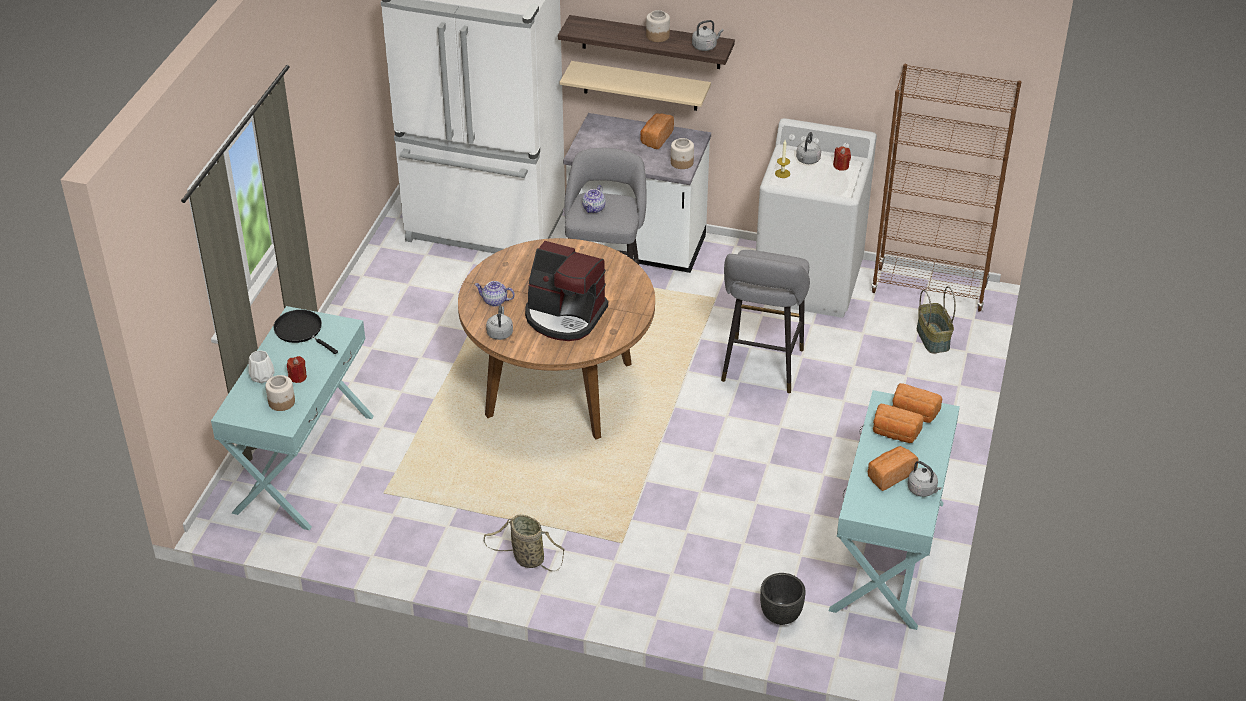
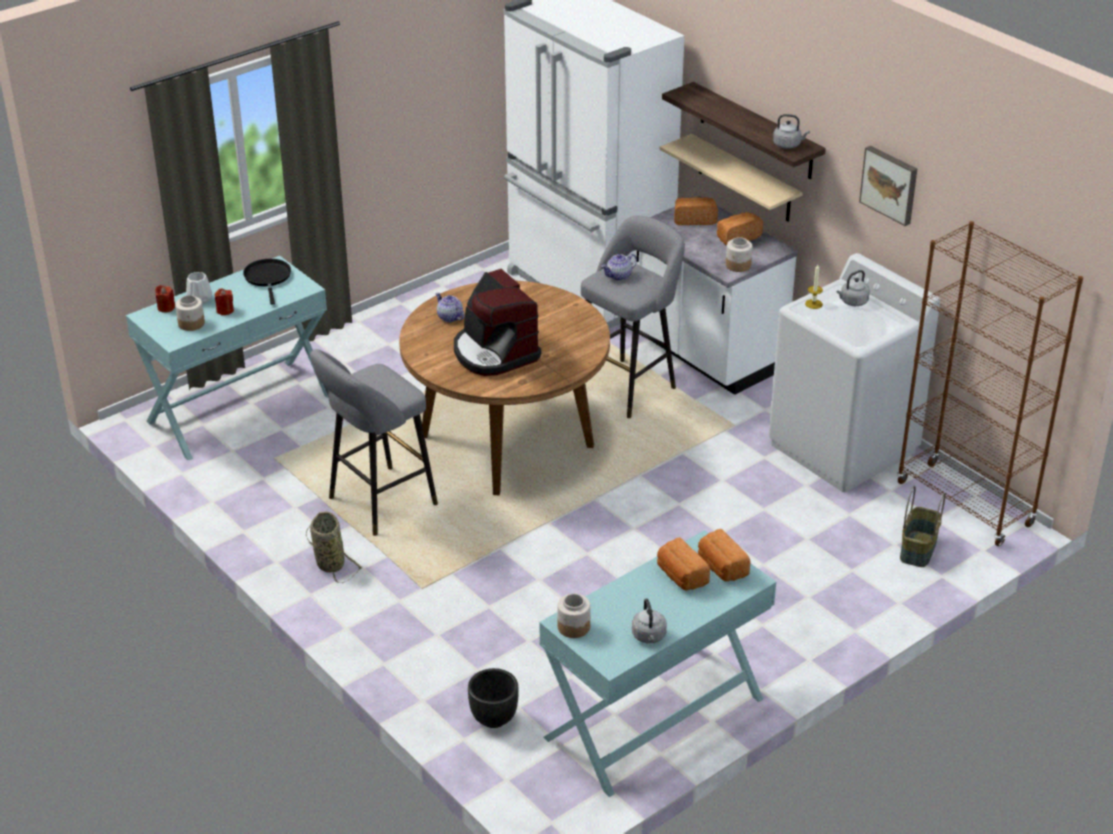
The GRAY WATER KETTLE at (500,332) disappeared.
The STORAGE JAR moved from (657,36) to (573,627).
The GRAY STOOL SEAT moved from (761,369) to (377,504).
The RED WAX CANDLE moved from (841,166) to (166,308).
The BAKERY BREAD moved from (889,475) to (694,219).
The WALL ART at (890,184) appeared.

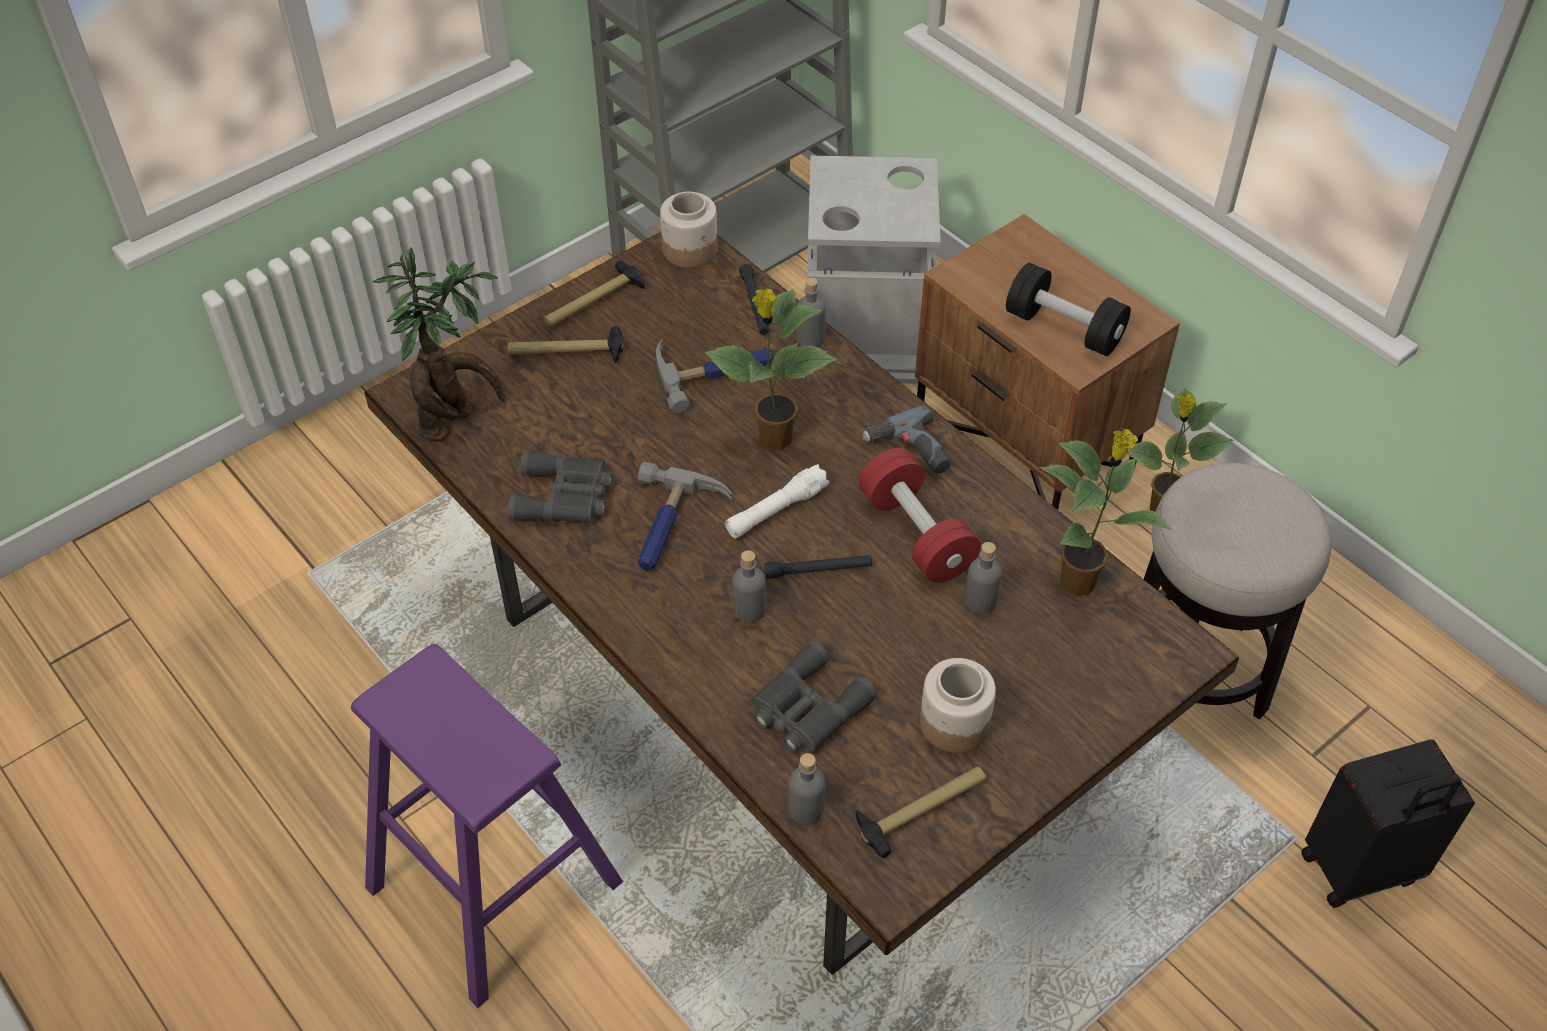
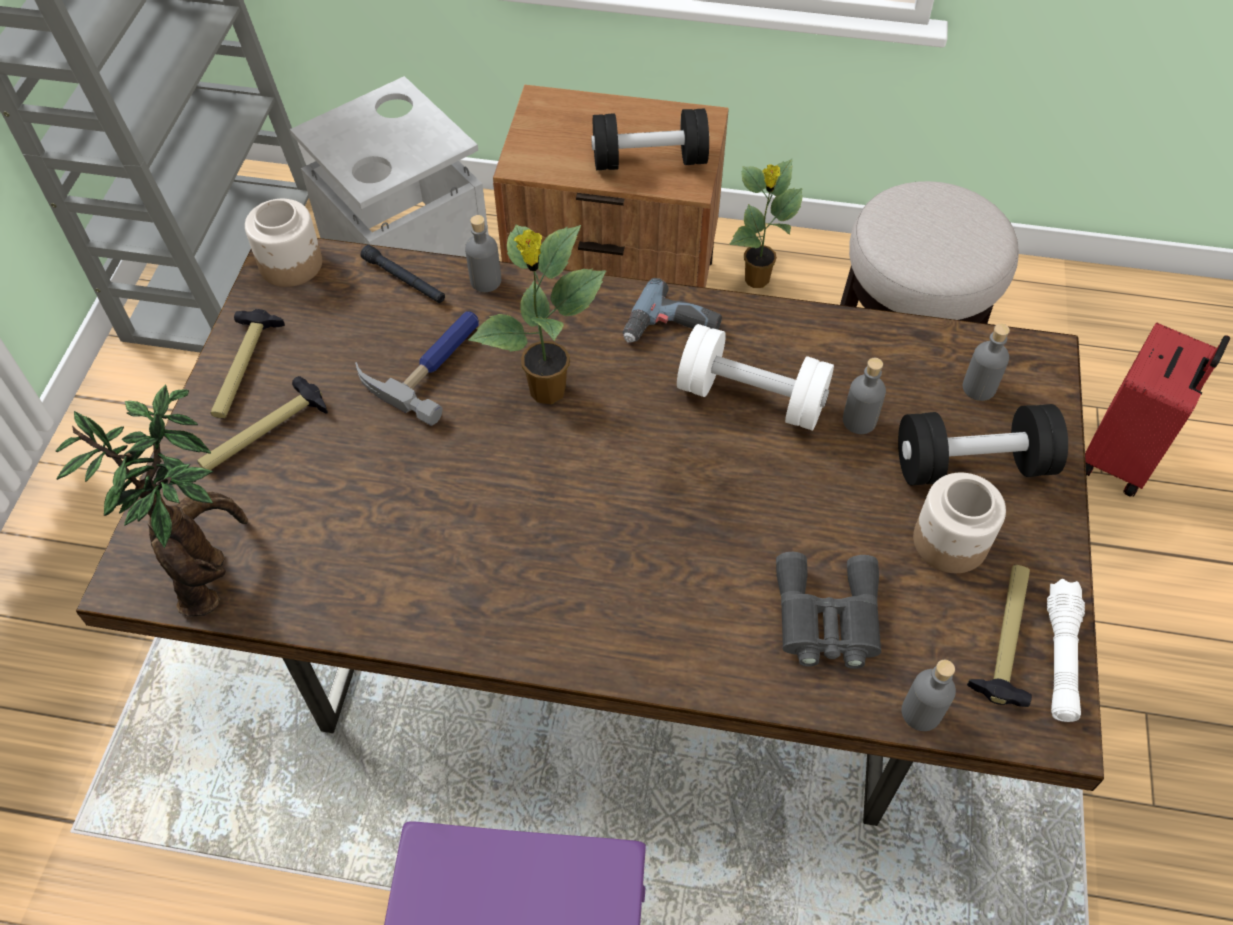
The GRAY FIELD GLASSES at (565,497) disappeared.
The HAND HAMMER at (671,526) disappeared.
The WHITE-COLOURED TORCH moved from (776,510) to (1060,657).
The GRAY DRINK BOTTLE moved from (749,609) to (978,388).
The BLACK TORCH at (818,570) disappeared.
The RED HAND WEIGHT at (916,534) became the WHITE-COLOURED HAND WEIGHT at (751,397).
The HOUSEPLANT at (1080,581) disappeared.
The BLACK SUITCASE at (1360,871) became the RED SUITCASE at (1122,457).
The BLACK HAND WEIGHT at (972,464) appeared.

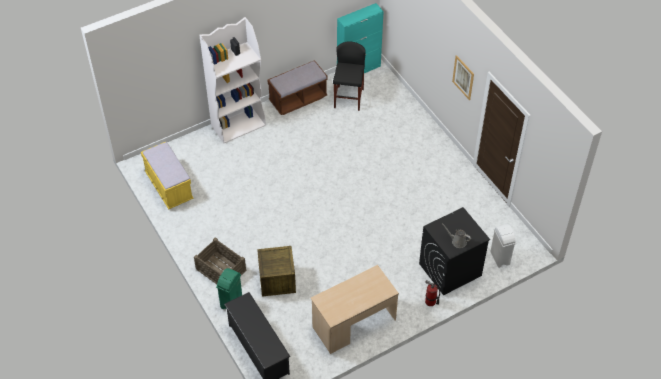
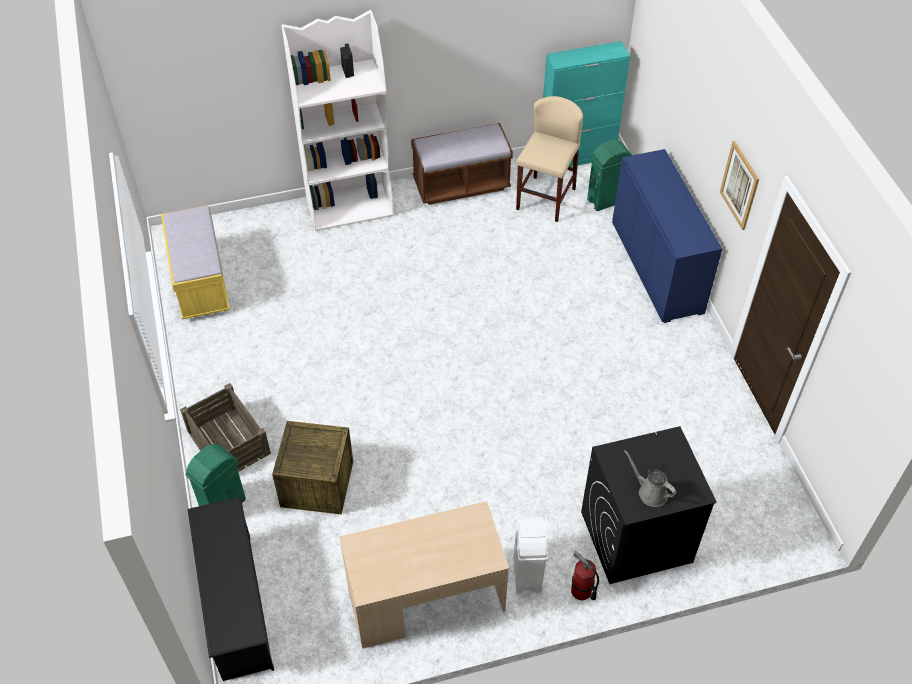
The BLACK STOOL SEAT at (348,98) became the BEIGE-COLOURED STOOL SEAT at (545,199).
The WHITE-COLOURED RUBBISH BIN moved from (500,258) to (527,575).
The GREEN RUBBISH BIN at (606,201) appeared.
The BLUE CABINET at (656,267) appeared.

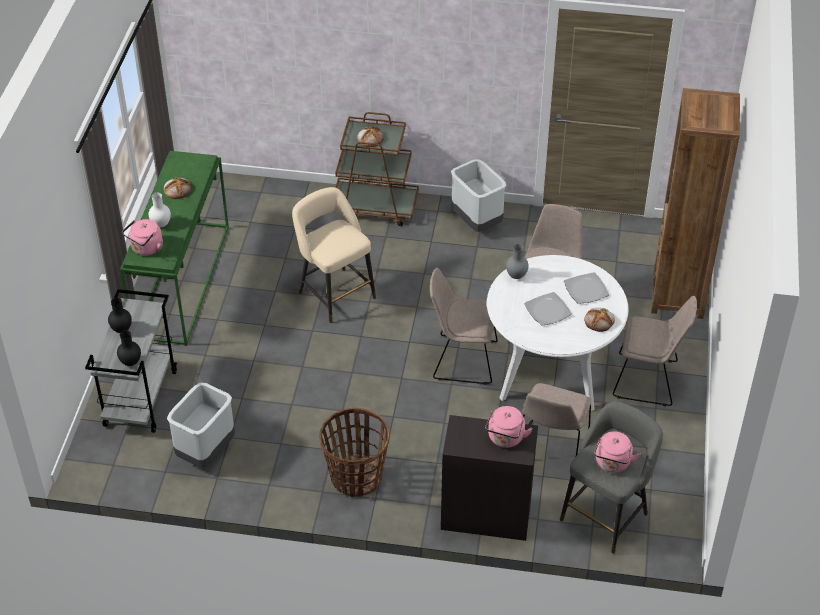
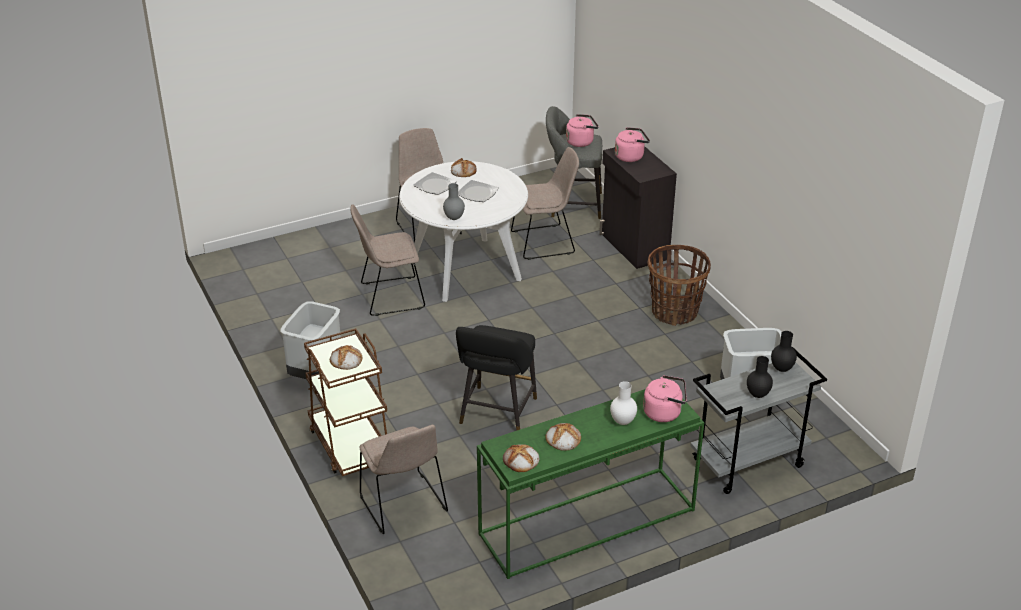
The BEIGE-COLOURED STOOL SEAT at (334,293) became the BLACK STOOL SEAT at (496,414).
The BEIGE-COLOURED UPRIGHT CHAIR moved from (462,359) to (404,505).
The BROWN SHELVING UNIT at (678,294) disappeared.
The BAKERY BREAD at (521,461) appeared.

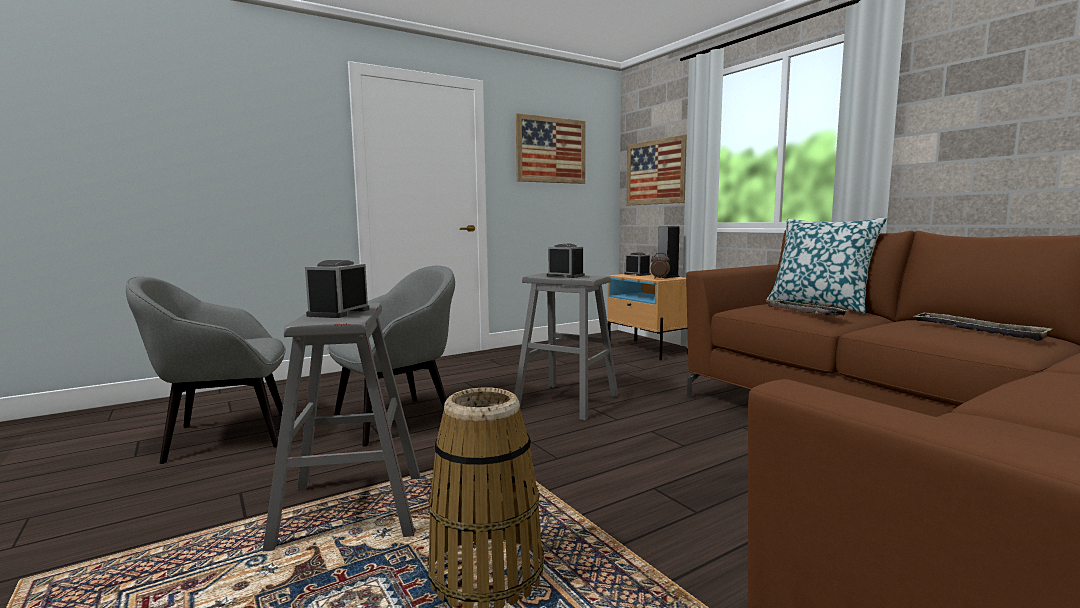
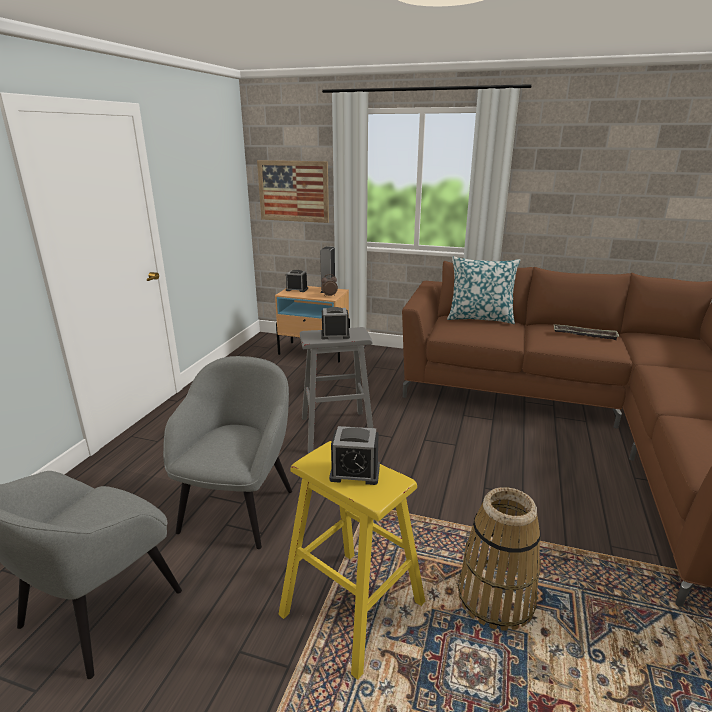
The GRAY STOOL SEAT at (351,509) became the YELLOWISH STOOL SEAT at (352,608).
The ALARM CLOCK at (339,312) turned 60 degrees counterclockwise.
The WALL ART at (551,150) disappeared.
The SERVING TRAY at (803,312) disappeared.

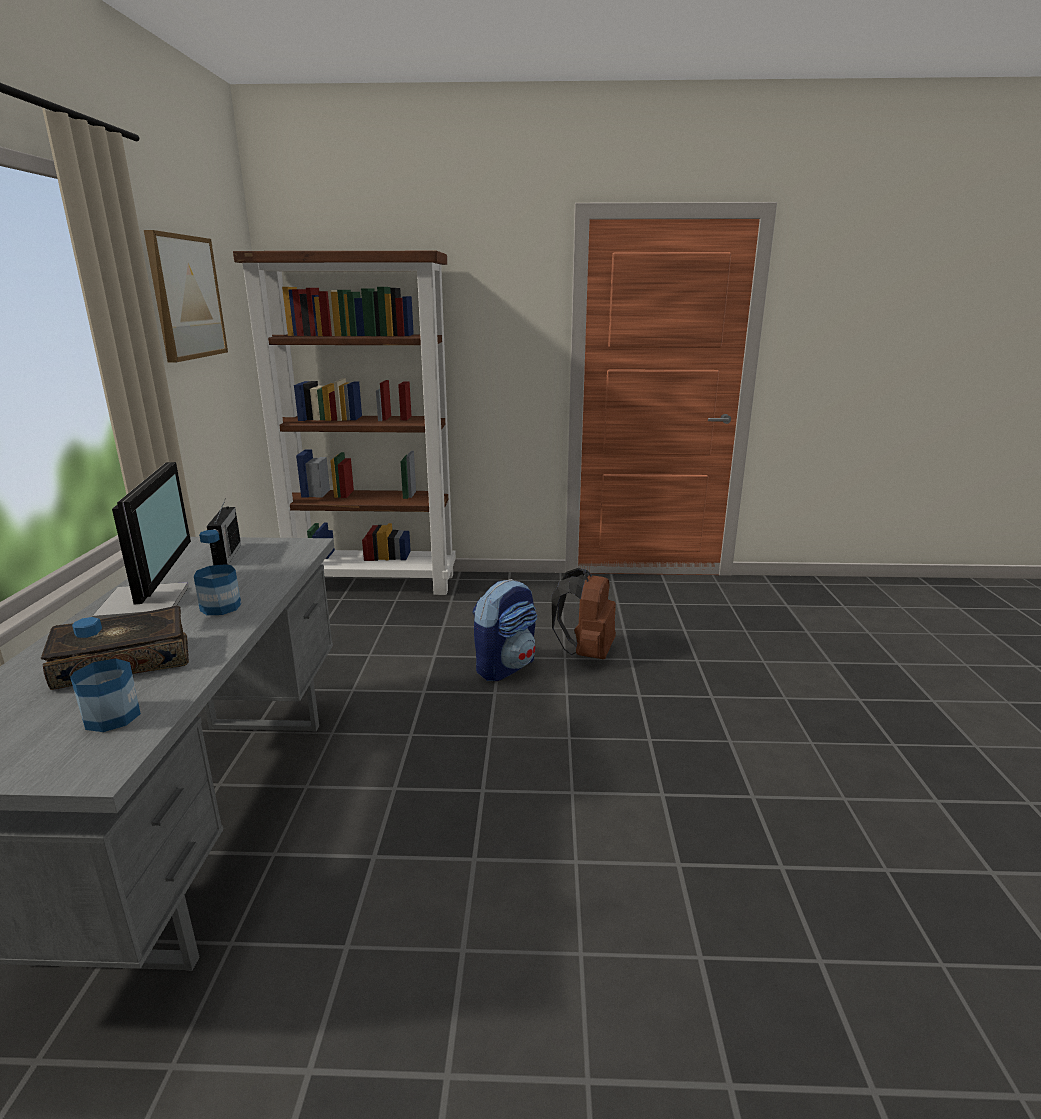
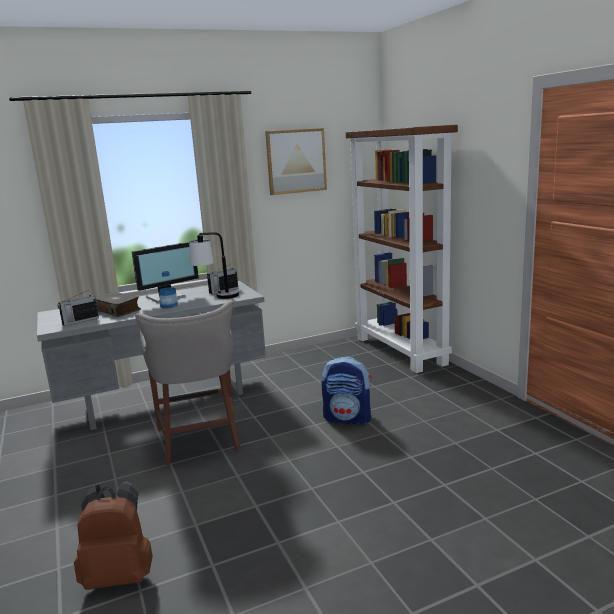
The DRINK BOTTLE at (112,716) was replaced by the RADIO SET at (80,321).
The BROWN BACKPACK moved from (586,652) to (120,575).
The GRAY STOOL SEAT at (200,440) appeared.
The TABLETOP LAMP at (217,297) appeared.

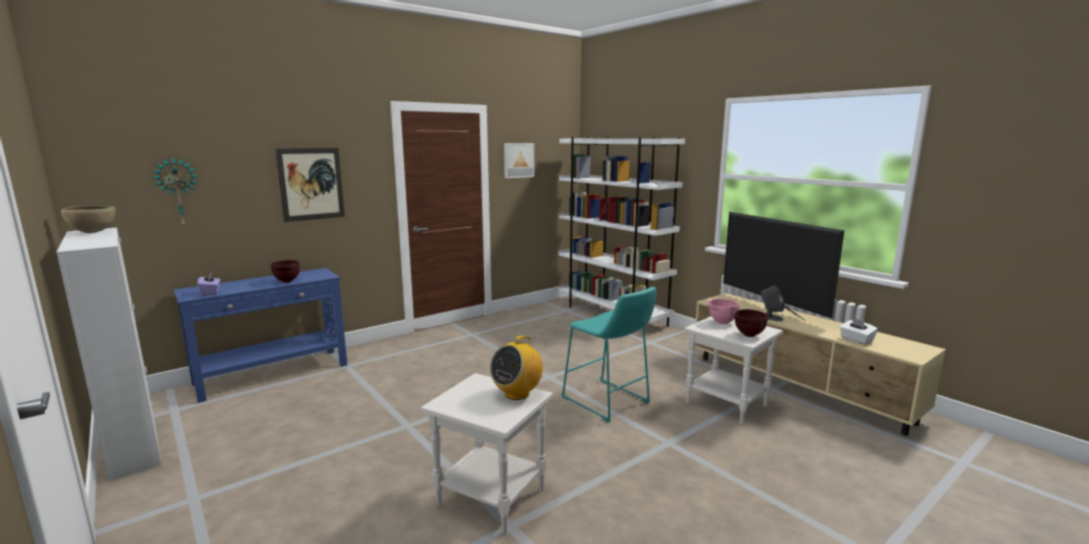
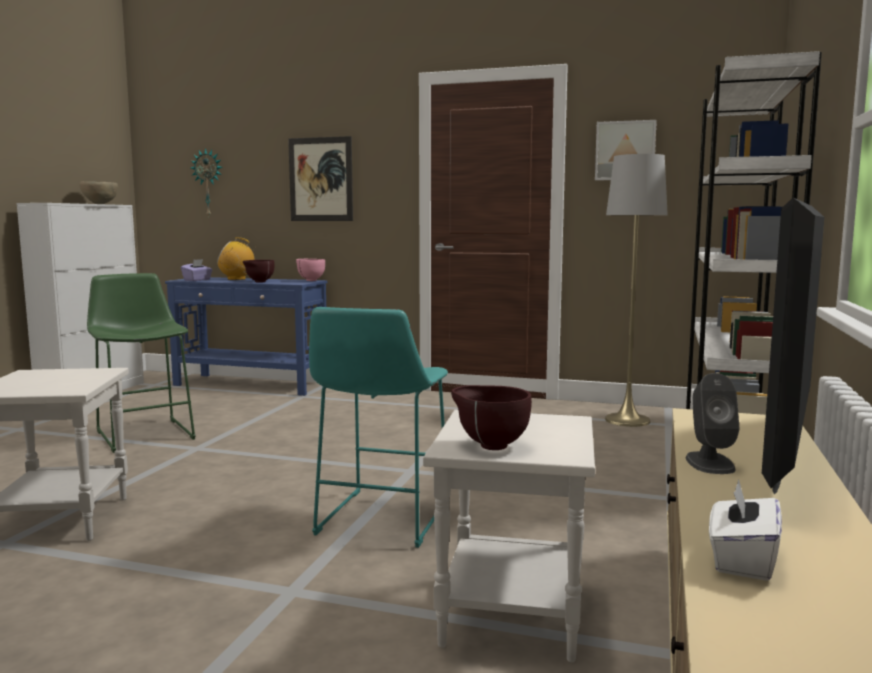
The RADIO SET moved from (517,393) to (237,279).
The PINK SERVING BOWL moved from (721,323) to (310,280).
The GREEN STOOL SEAT at (144,433) appeared.
The GRAY STANDARD LAMP at (627,420) appeared.

